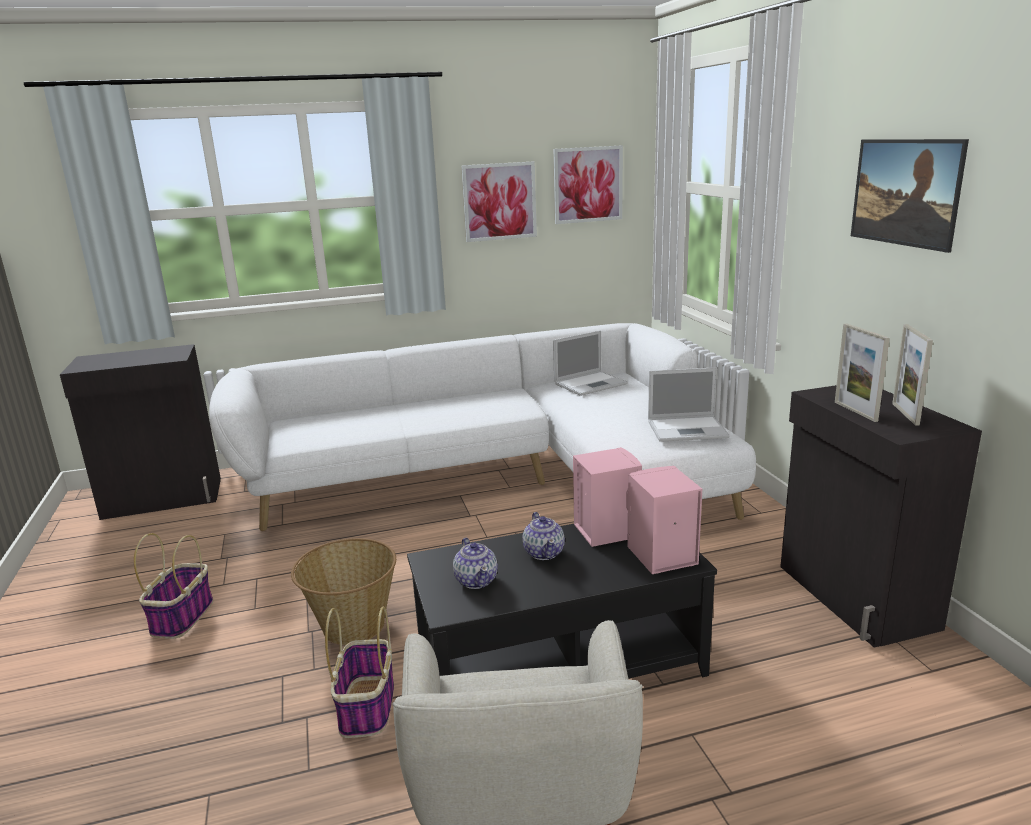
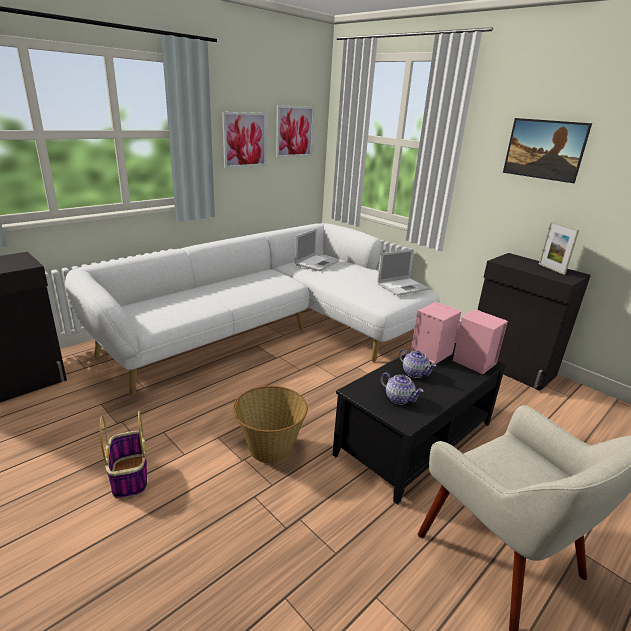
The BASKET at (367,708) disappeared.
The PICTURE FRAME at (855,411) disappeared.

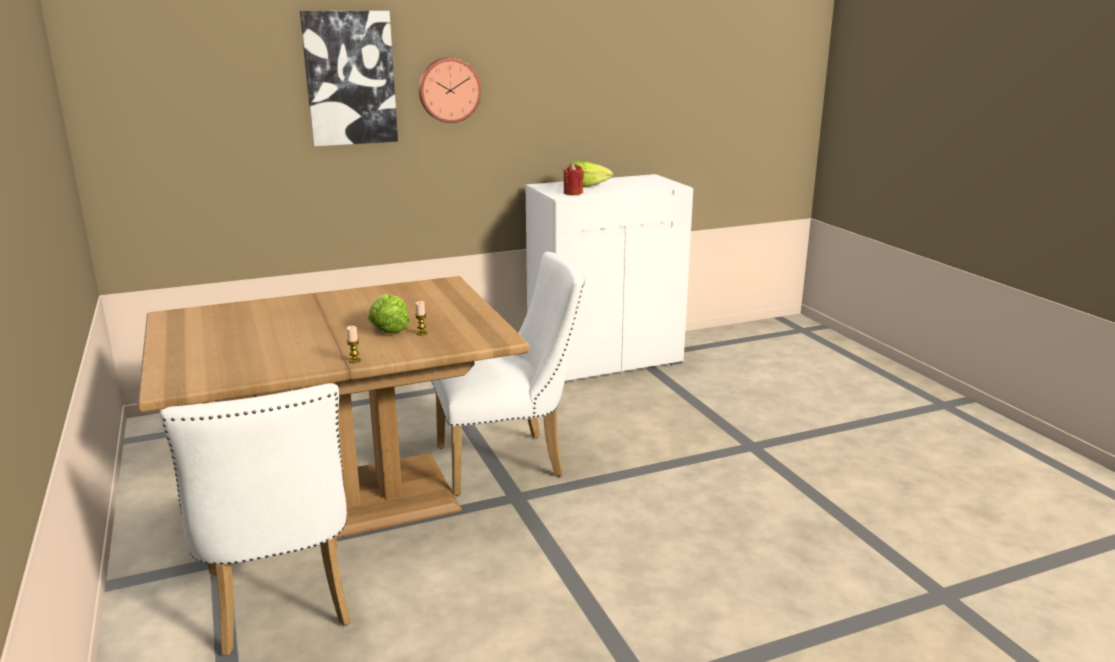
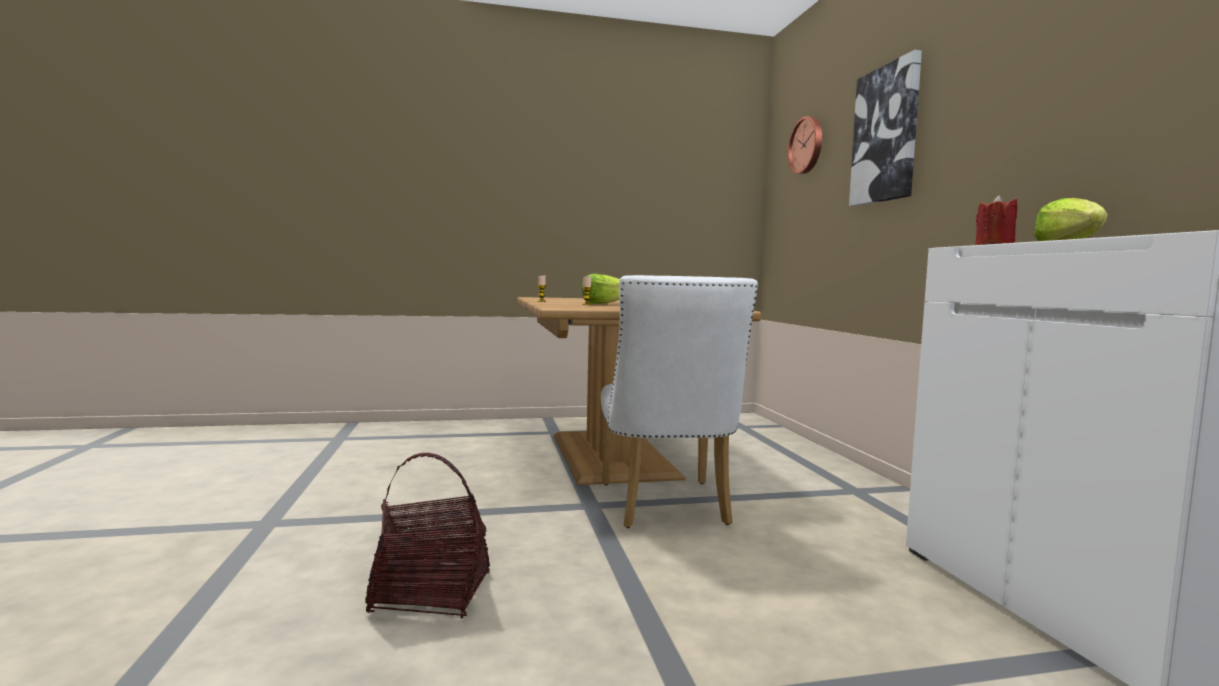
The WHITE-COLOURED UPRIGHT CHAIR at (280,606) disappeared.
The WALL CLOCK moved from (449,90) to (807,145).
The BASKET at (432,593) appeared.

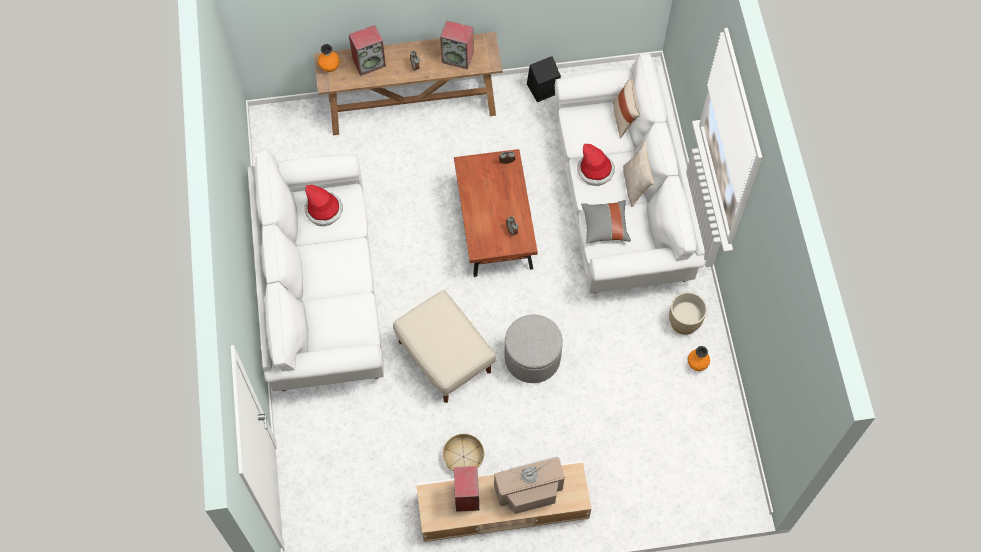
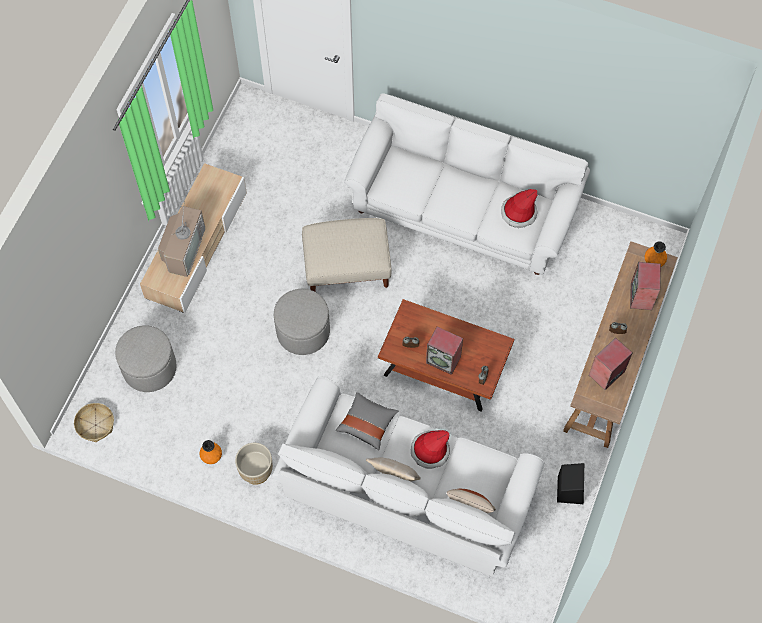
The BASKET moved from (463,456) to (95,425).
The LOUDSPEAKER moved from (466,495) to (444,359).
The GRAY OTTOMAN at (149,368) appeared.

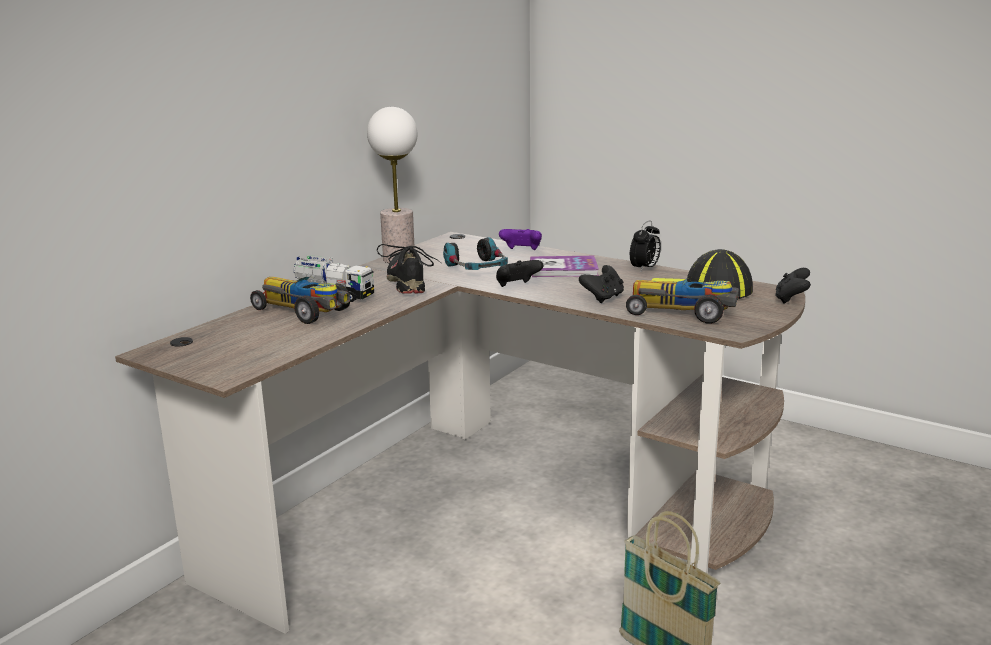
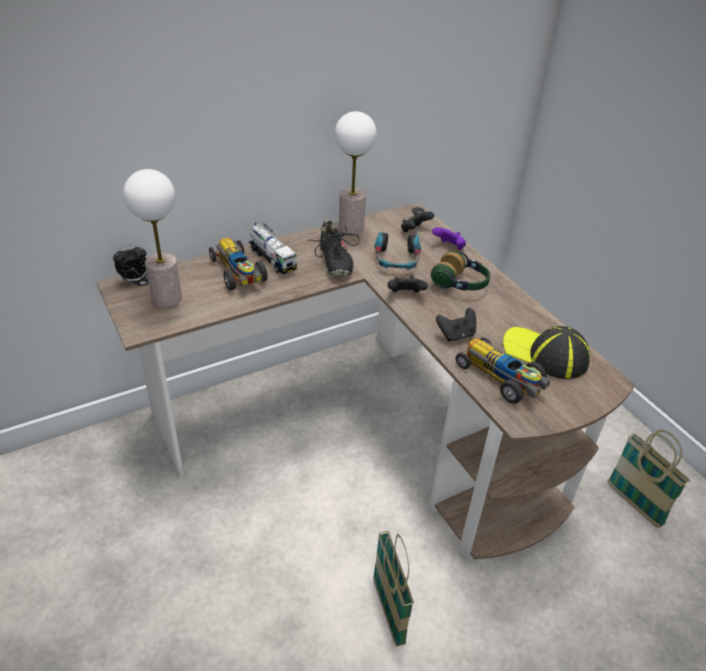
The BLACK SHOE at (409,282) turned 150 degrees clockwise.
The BOOK at (563,269) was replaced by the HEADSET at (460,284).
The ALARM CLOCK moved from (644,269) to (134,280).
The BLACK GAMEPAD moved from (791,299) to (414,231).
The TABLETOP LAMP at (166,298) appeared.
The BASKET at (634,504) appeared.

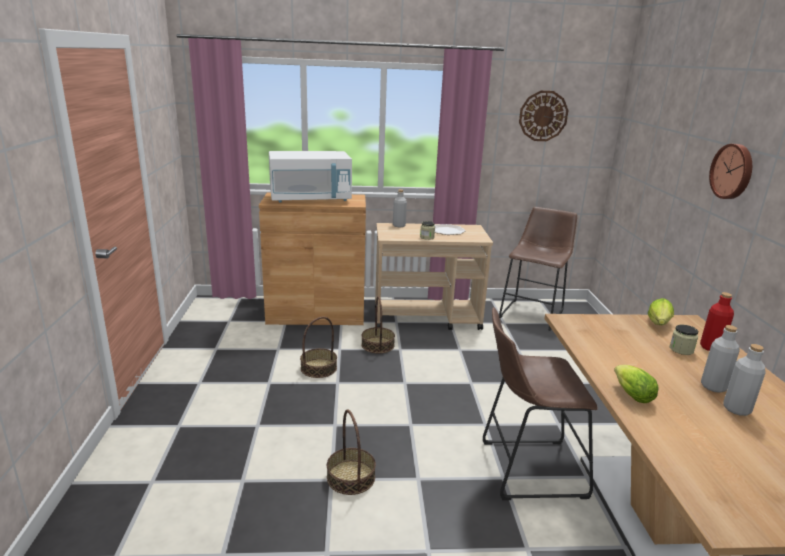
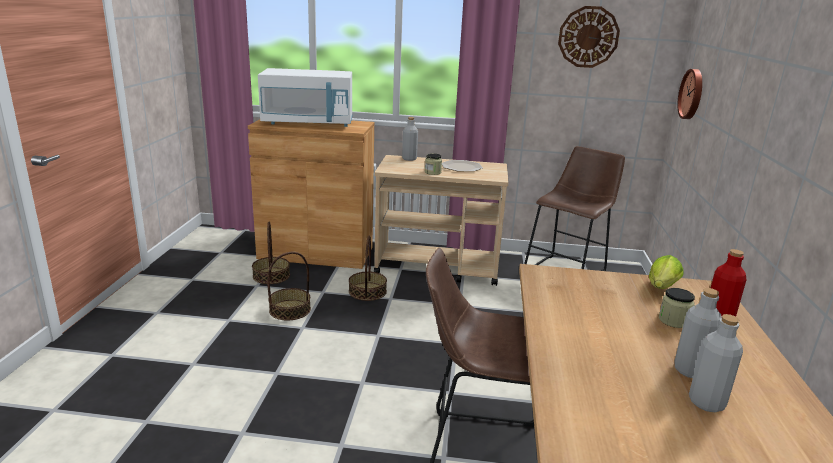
The BASKET moved from (350,477) to (271,276).
The HEAD OF LETTUCE at (630,394) disappeared.
The WALL CLOCK moved from (733,171) to (692,94).

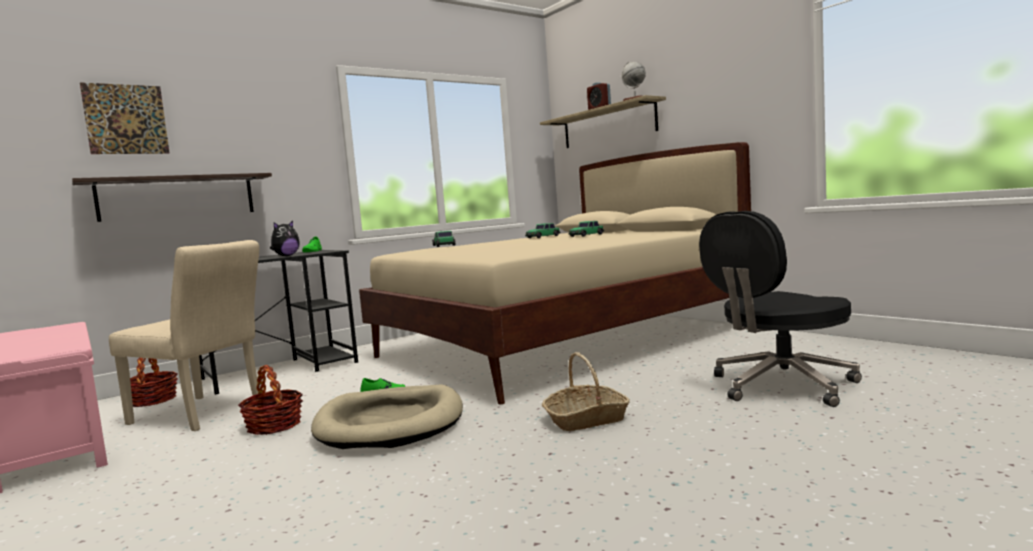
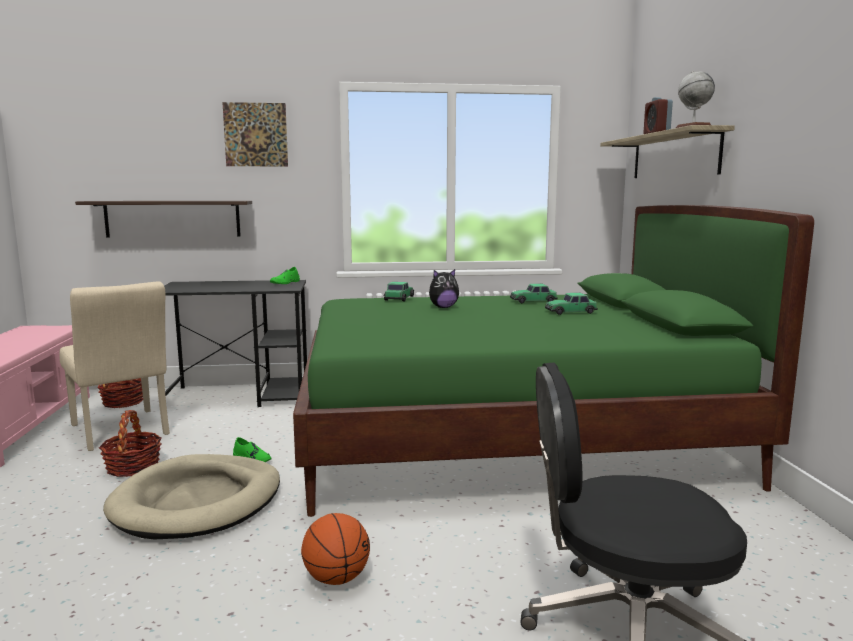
The WALL ART moved from (126,119) to (255,134).
The CUDDLY TOY moved from (286,256) to (443,307).
The BEIGE-COLOURED BEDROOM BED at (562,342) became the GREEN BEDROOM BED at (508,439).
The BASKET at (586,419) was replaced by the BASKETBALL at (336,578).

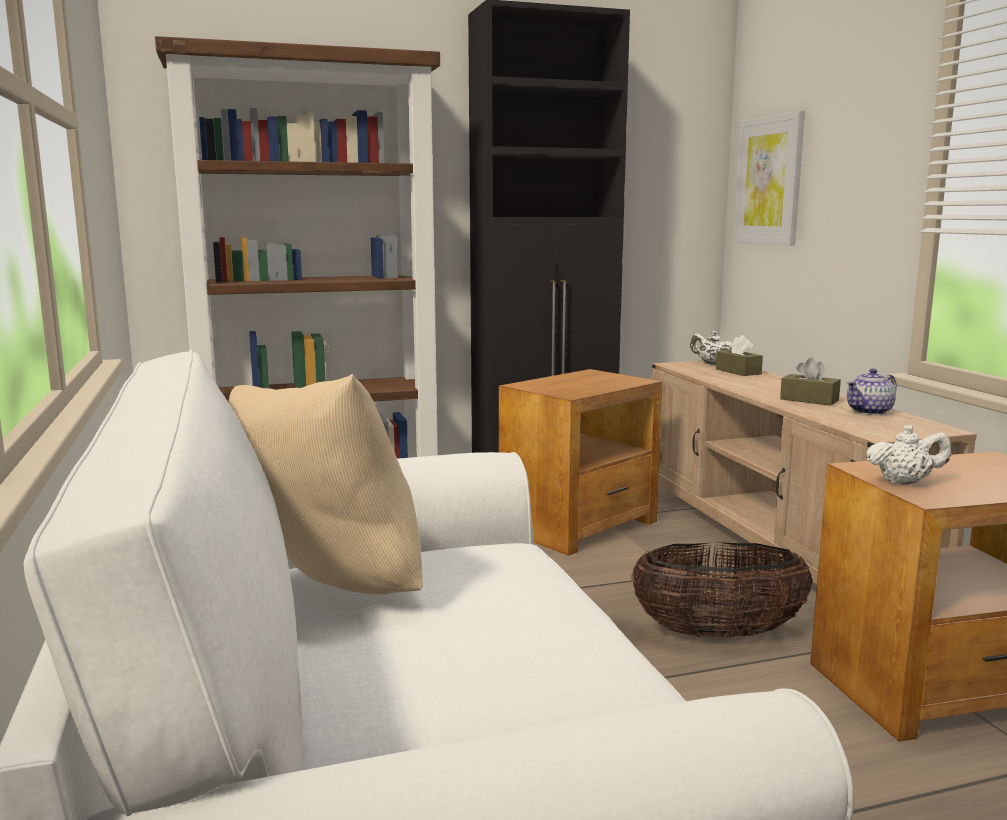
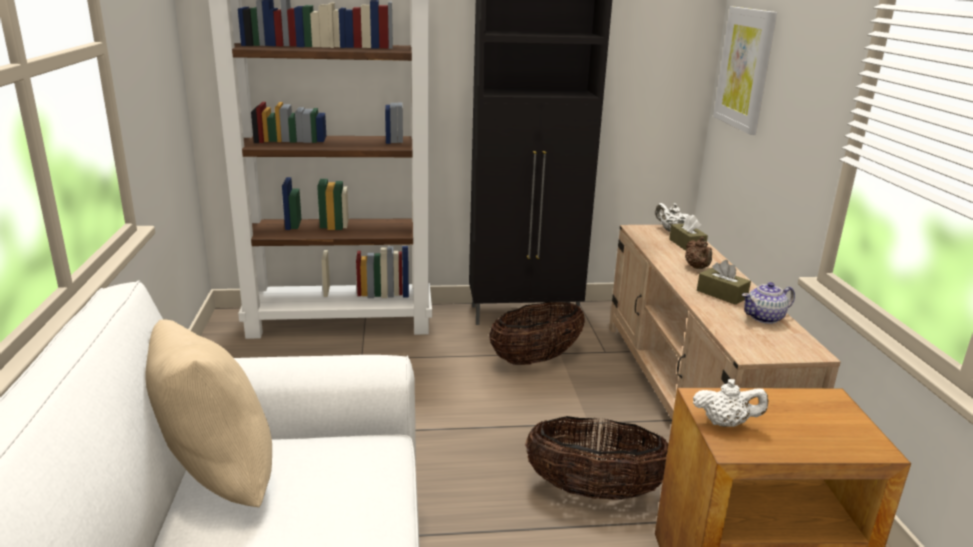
The BROWN END TABLE at (580,525) was replaced by the BASKET at (536,359).
The BROWN POT FOR TEA at (697,268) appeared.

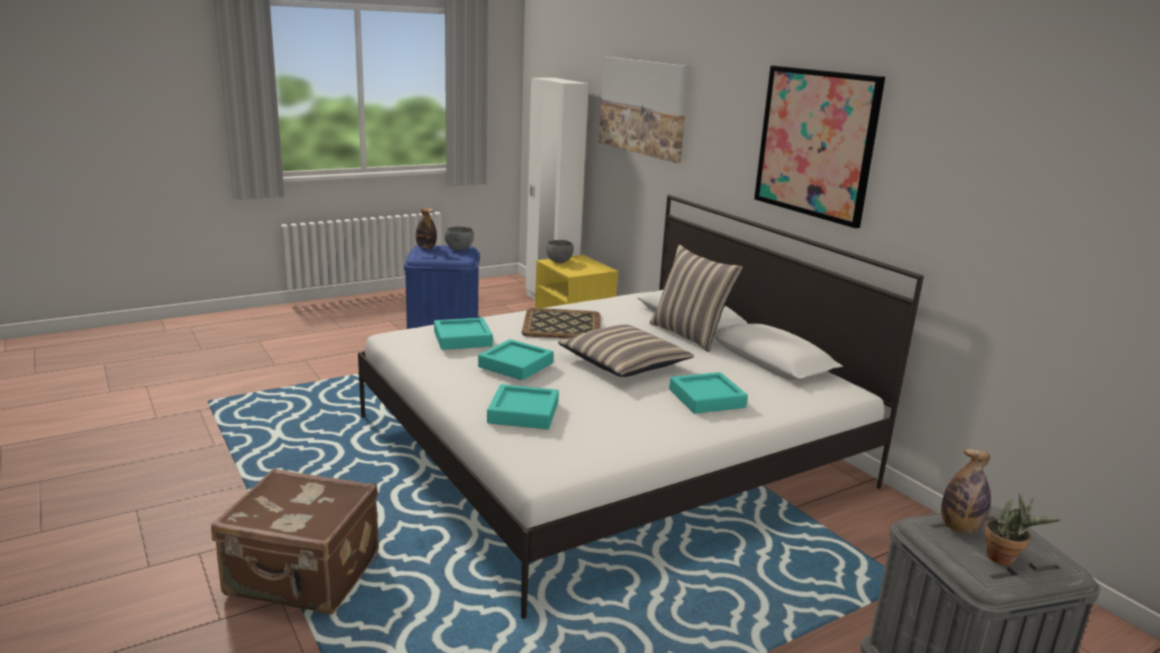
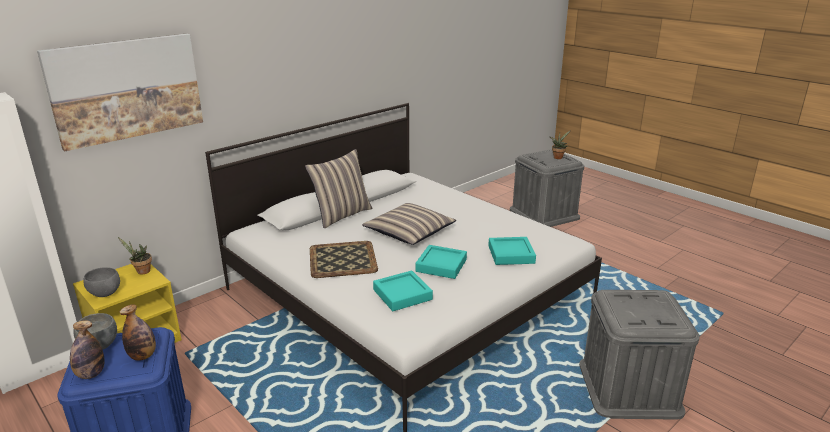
The BROWN SUITCASE at (303,576) was replaced by the GRAY STORAGE CONTAINER at (629,388).
The BLUE-GREEN SERVING TRAY at (707,398) disappeared.
The WALL ART at (815,143) disappeared.
The DRINK BOTTLE moved from (960,528) to (143,356).
The HOUSEPLANT at (141,271) appeared.

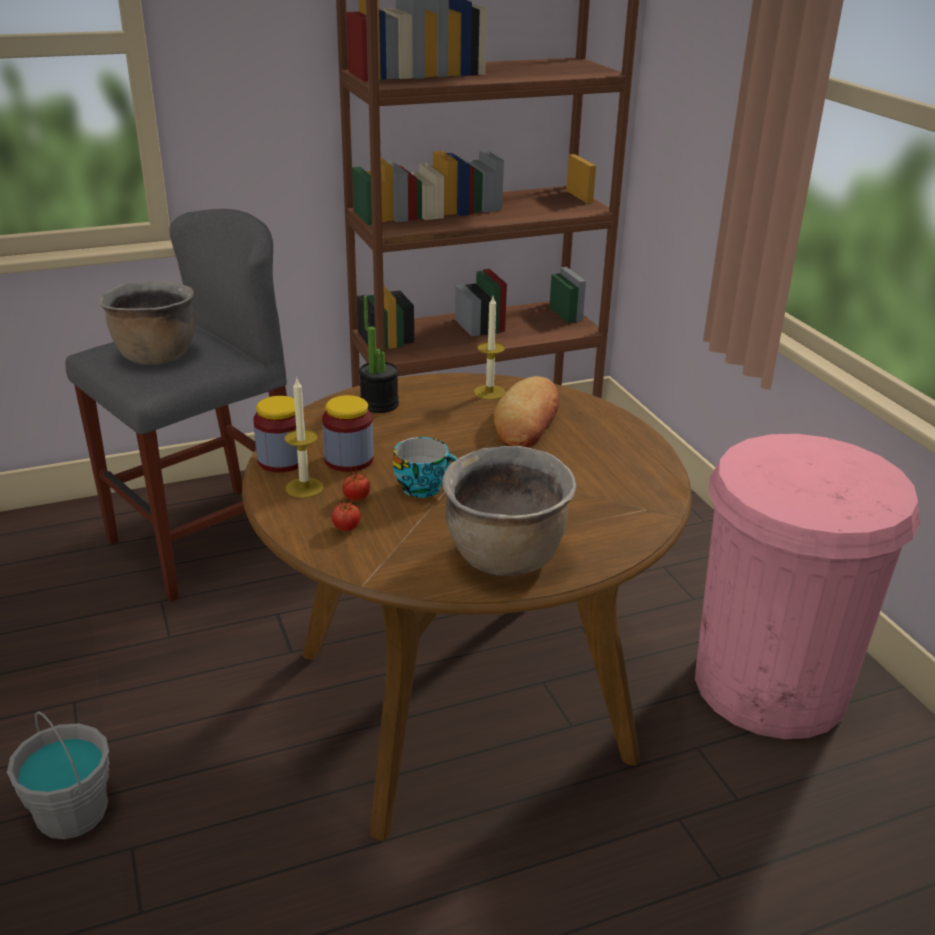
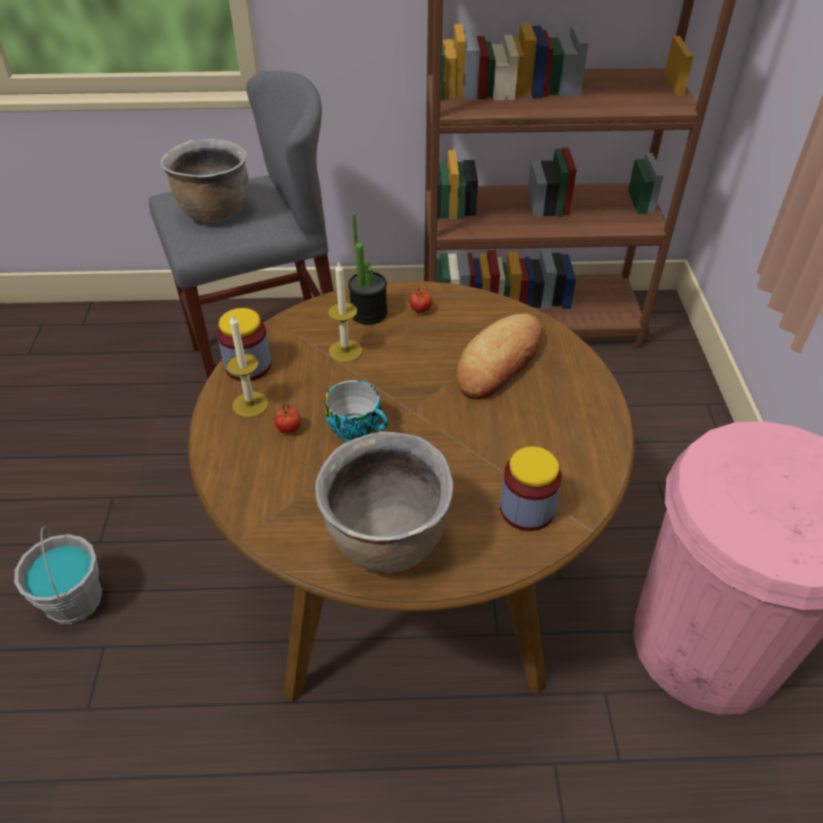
The STORAGE JAR moved from (349,459) to (527,509).
The WHOLE TOMATO moved from (346,528) to (420,310).
The WAX CANDLE moved from (489,392) to (345,351).

